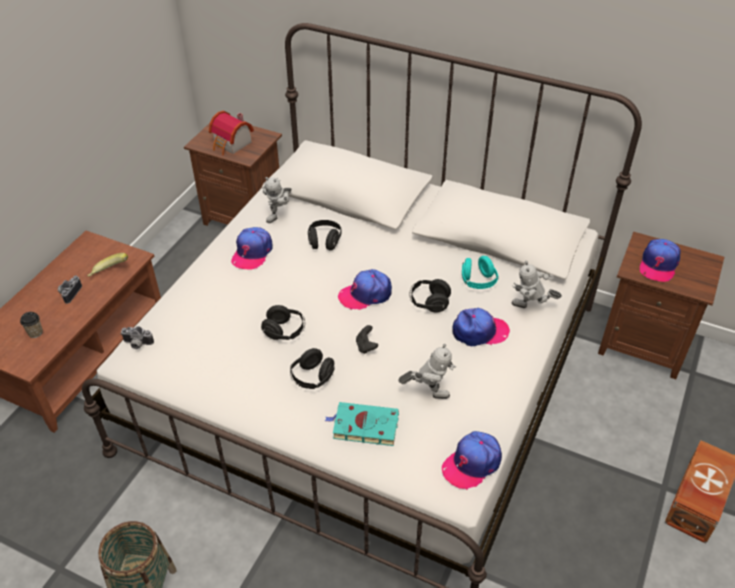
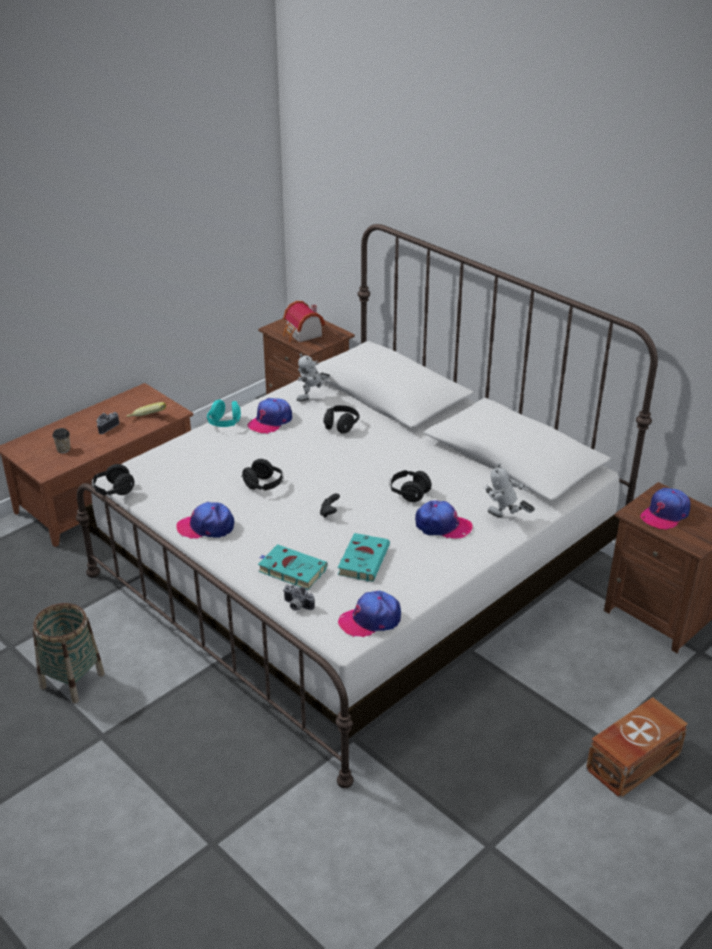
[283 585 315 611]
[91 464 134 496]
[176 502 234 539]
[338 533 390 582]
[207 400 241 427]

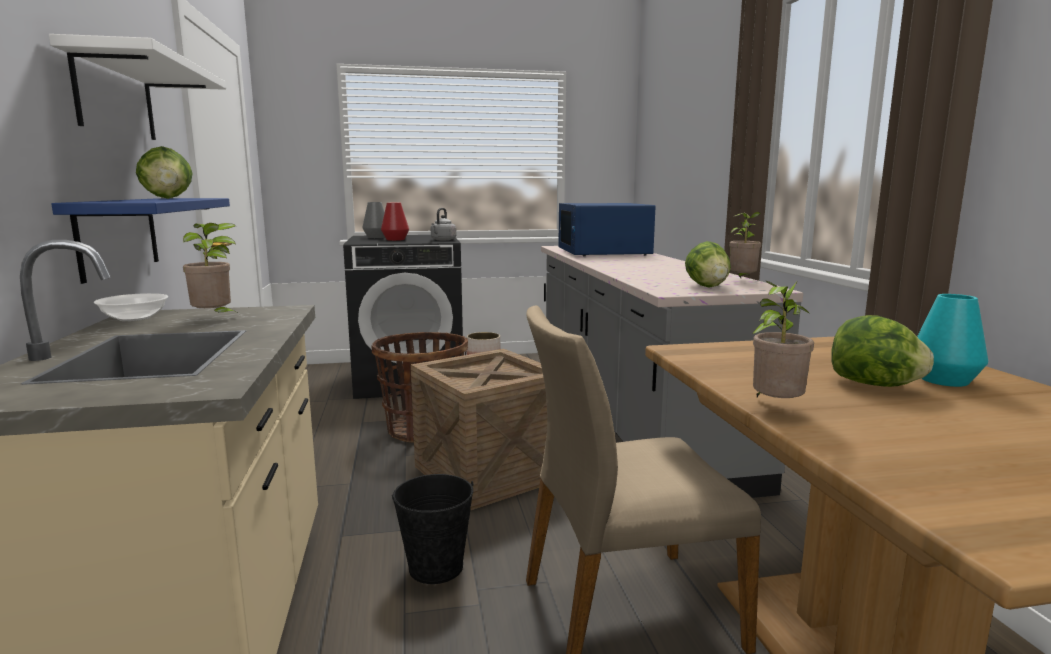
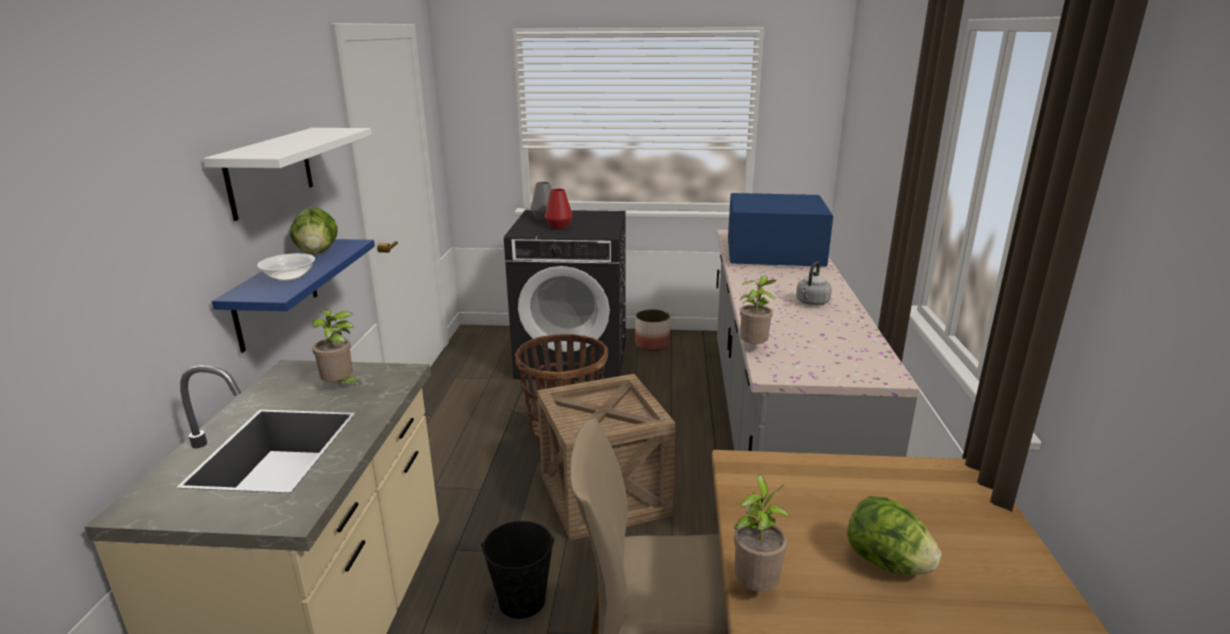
[257 253 315 281]
[796 261 832 305]
[728 193 833 267]
[685 241 731 288] (first image)
[740 275 776 344]
[917 294 988 387] (first image)

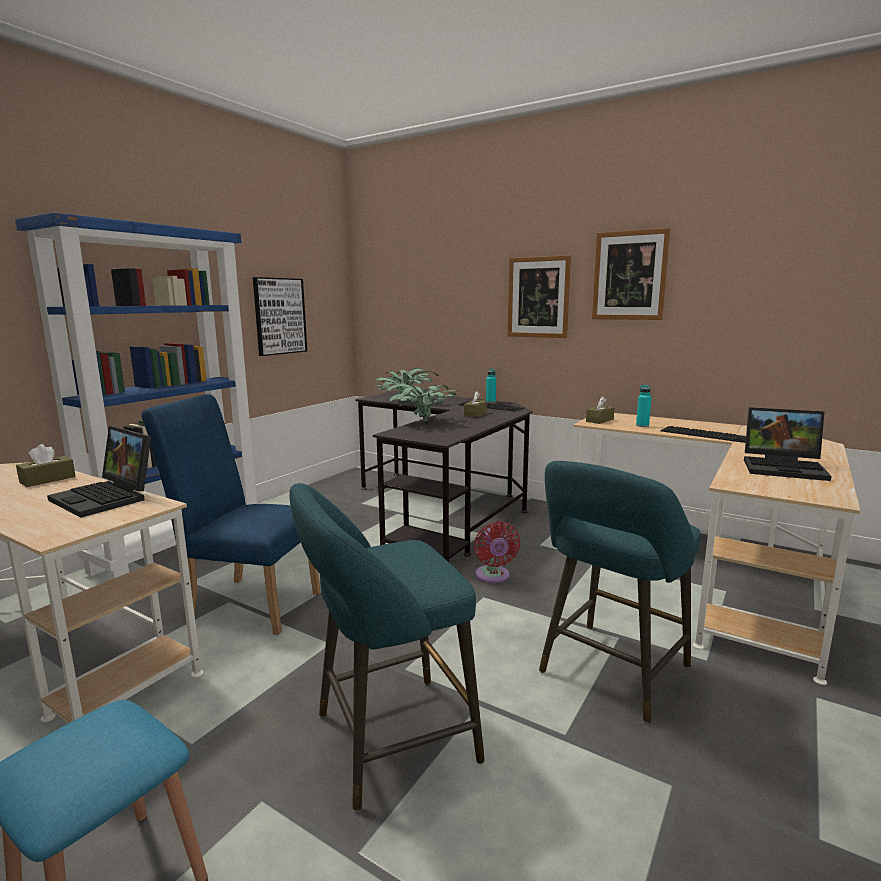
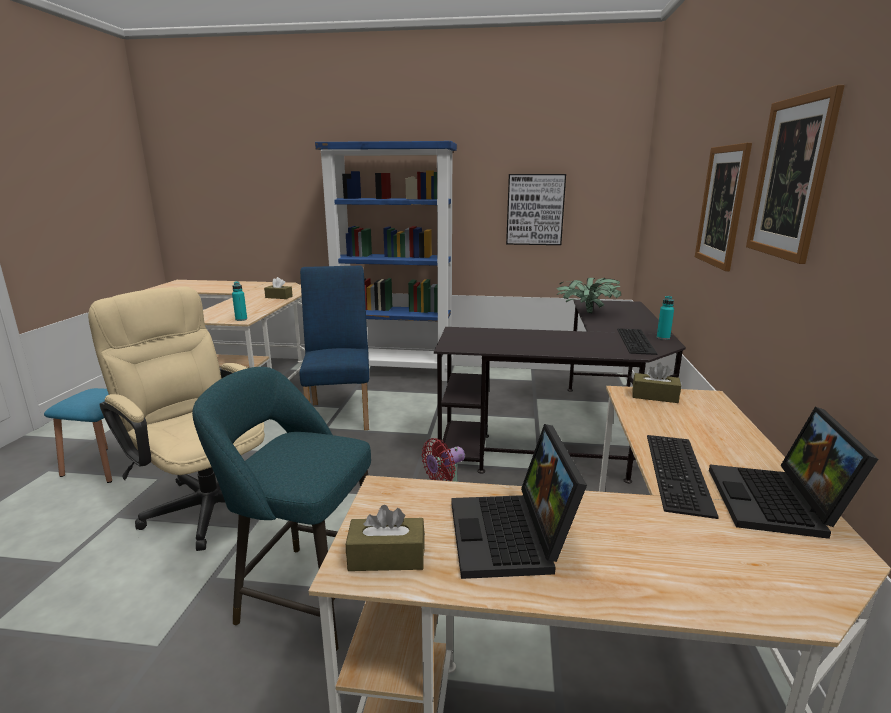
[709 407 878 539]
[88 287 265 551]
[386 384 459 423] (first image)
[346 505 425 571]
[232 281 247 321]

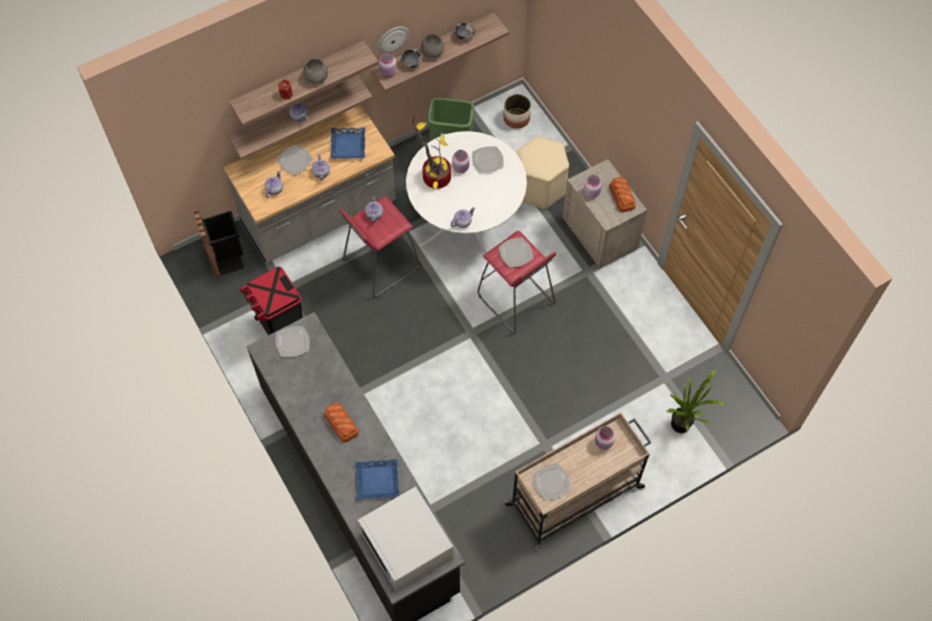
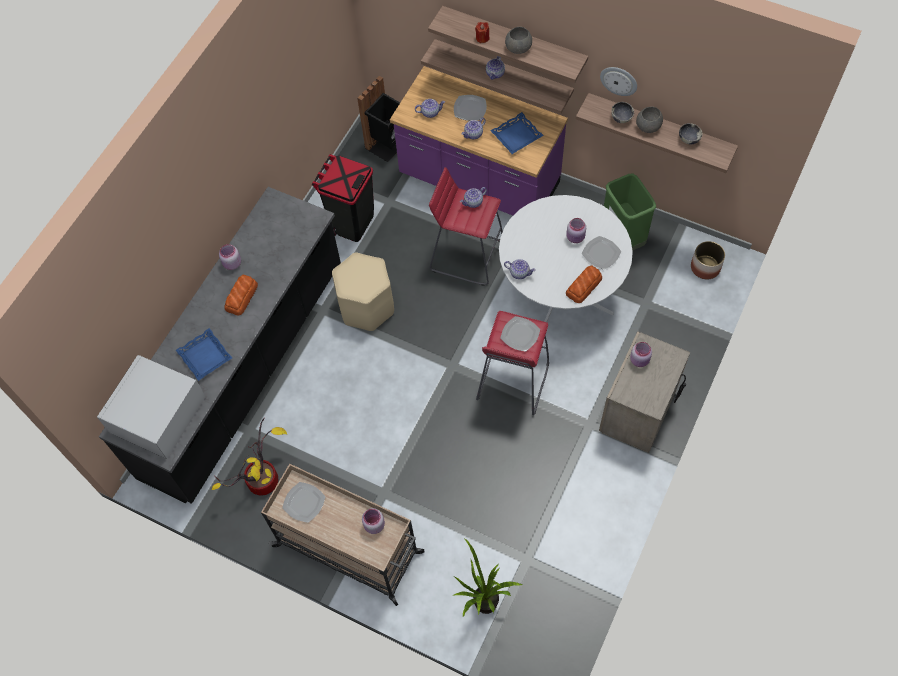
[390 66 568 215]
[275 326 310 357] (first image)
[219 244 241 270]
[211 418 287 496]
[332 252 394 331]
[566 265 602 303]

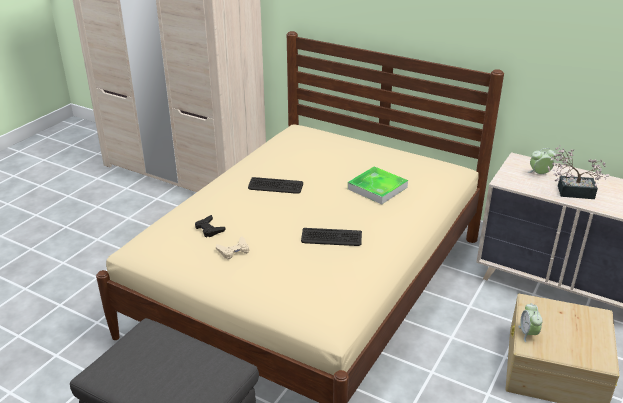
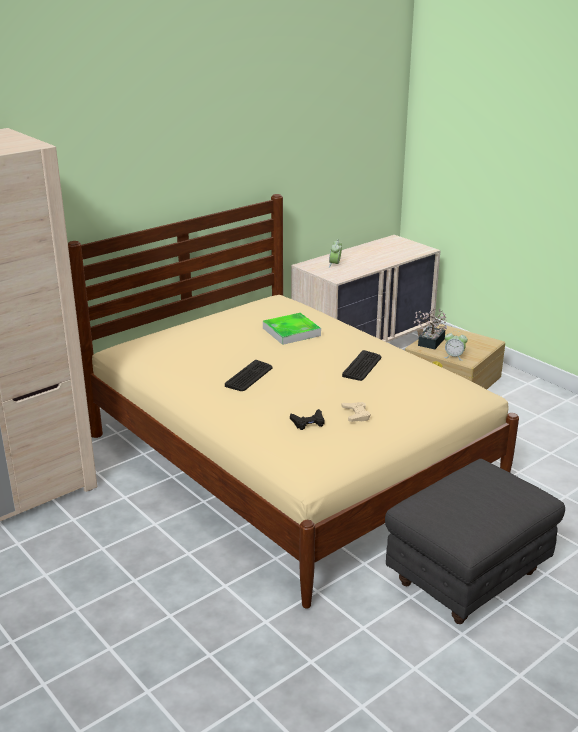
[413 309 447 350]

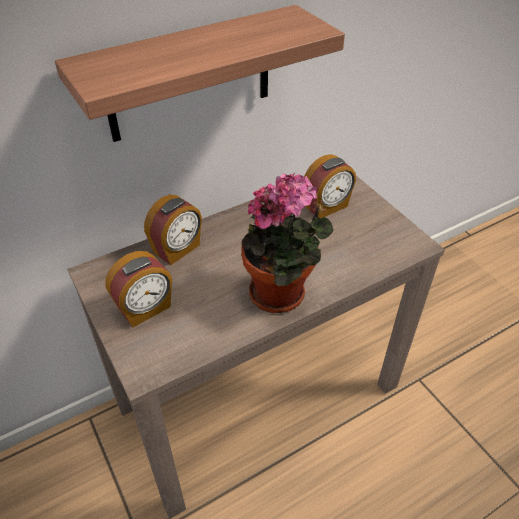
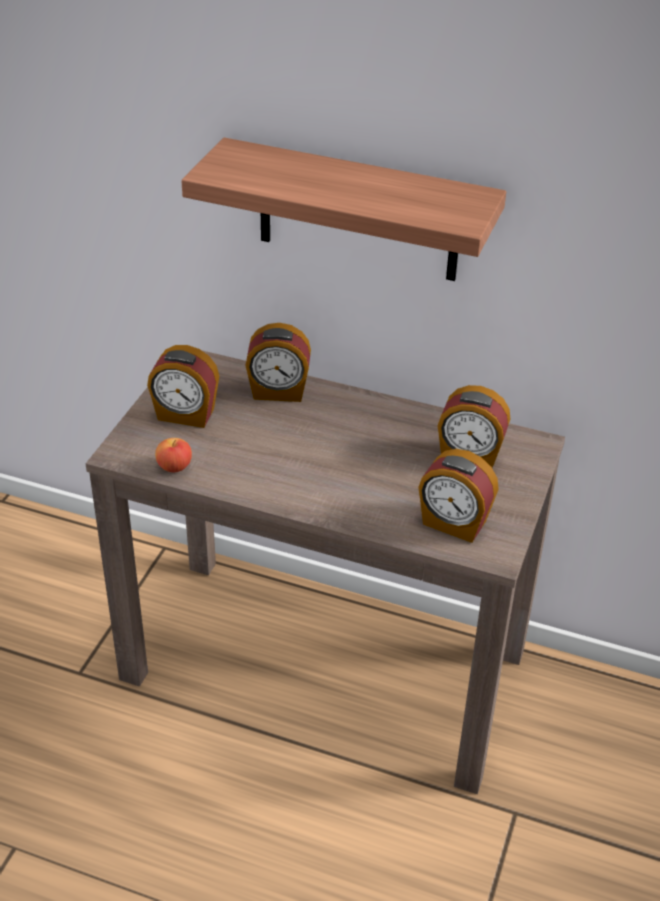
[241 173 334 313] (first image)
[155 438 192 472]
[418 449 499 543]

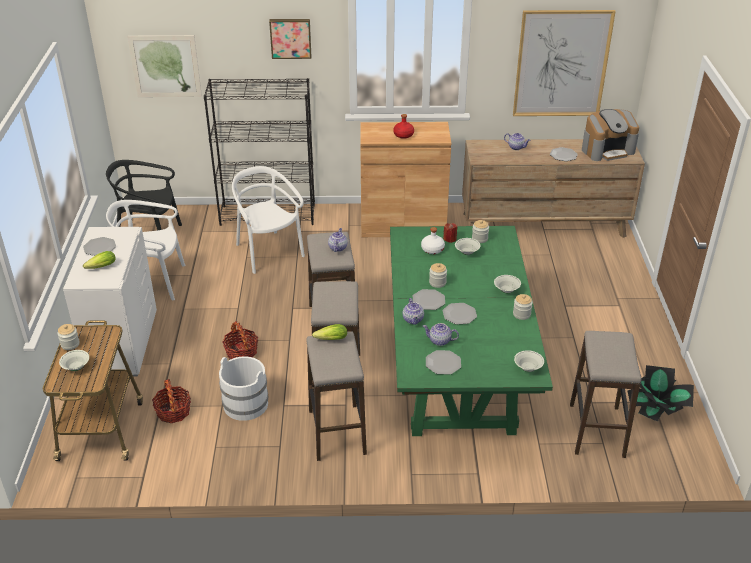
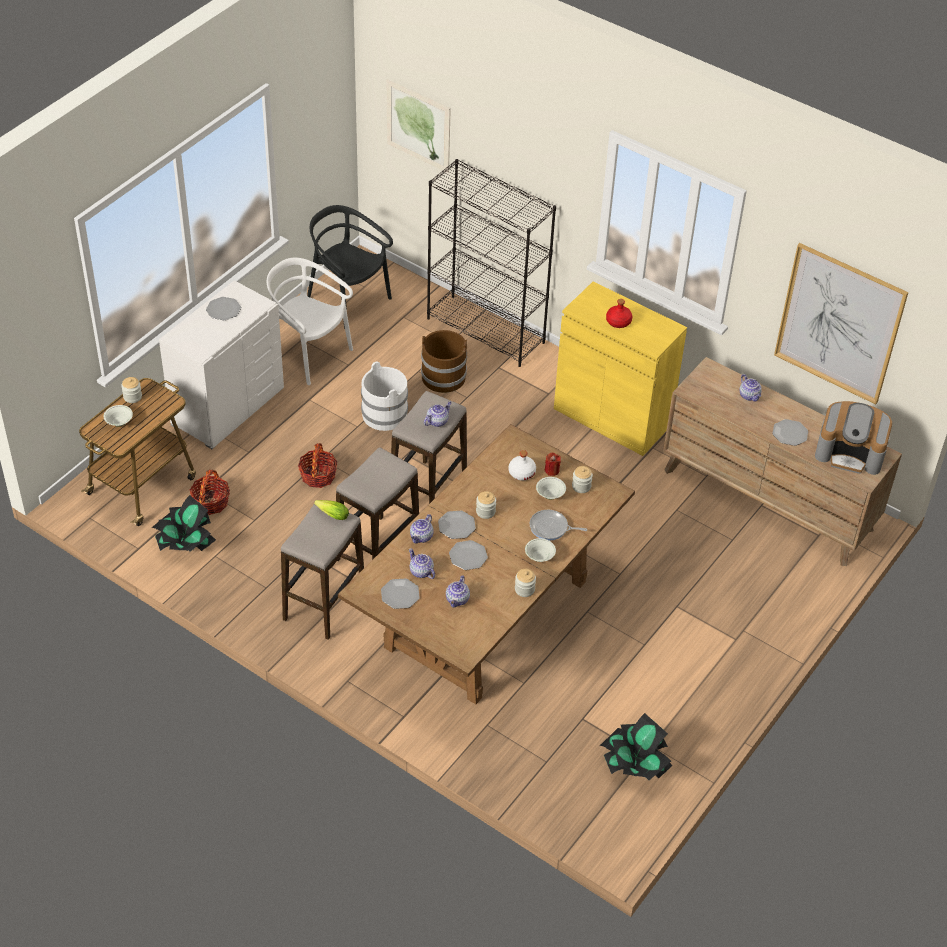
[83 251 116 269] (first image)
[361 361 408 431]
[421 330 467 393]
[269 19 311 59] (first image)
[554 281 687 456]
[338 424 635 704]
[514 350 544 372] (first image)
[570 331 642 458] (first image)
[152 495 216 552]
[446 575 470 608]
[530 510 587 541]

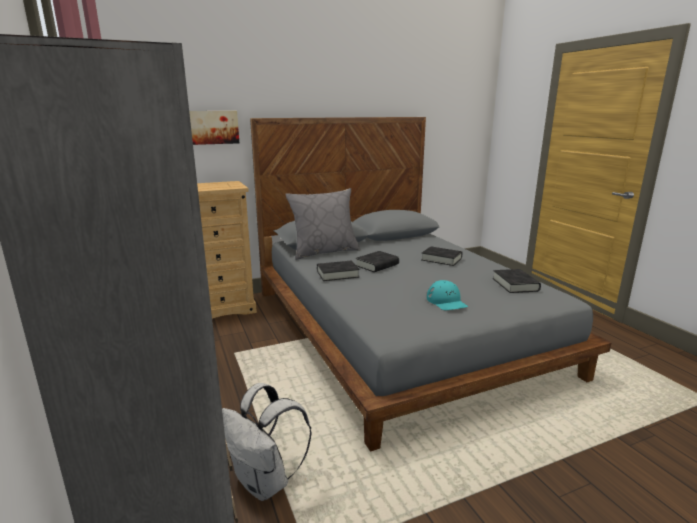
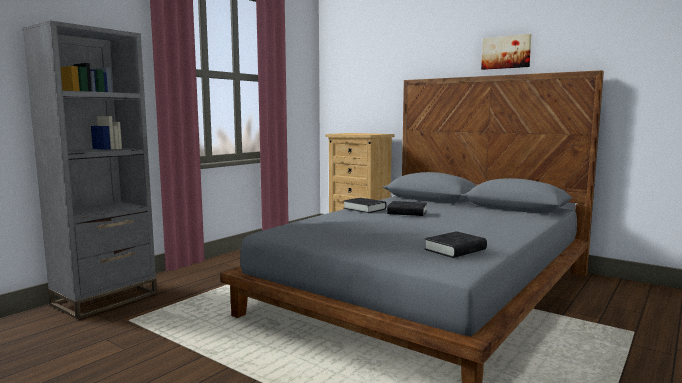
[481 34 531 70]
[222 383 312 501] (first image)
[285 188 361 260] (first image)
[421 247 462 266] (first image)
[427 280 468 310] (first image)

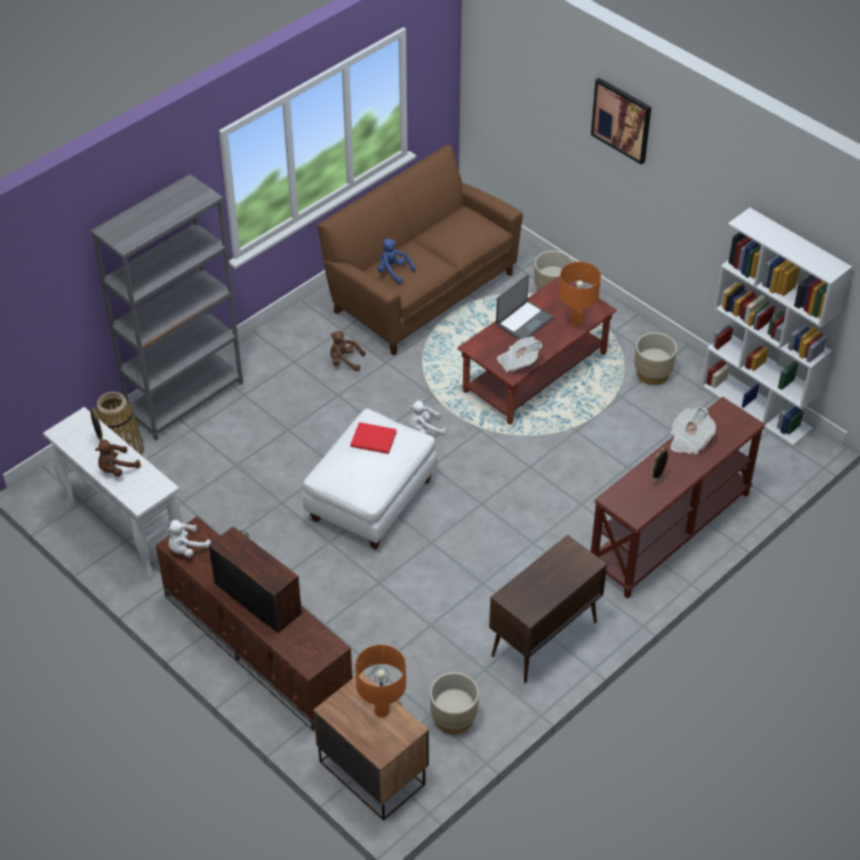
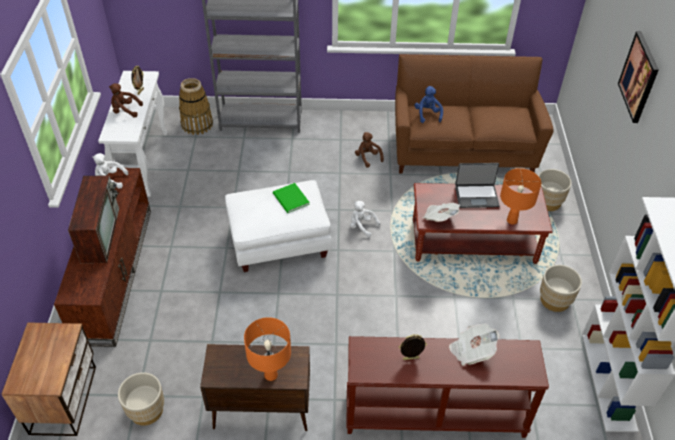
[273 183 310 213]
[244 317 291 381]

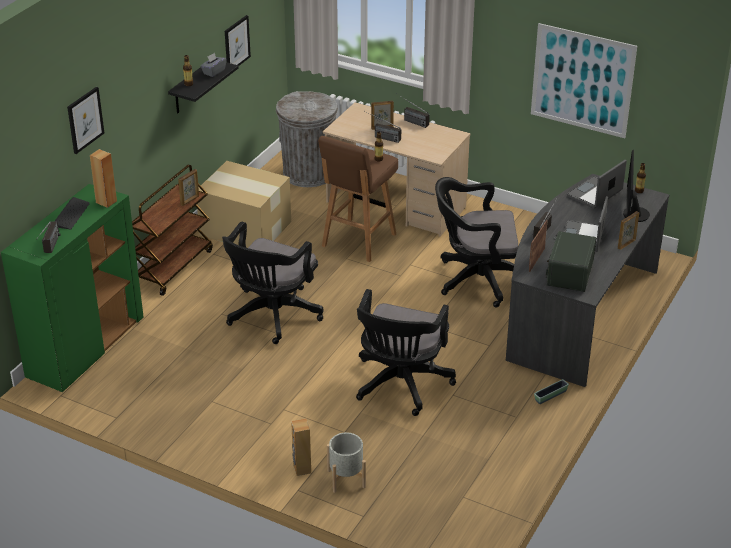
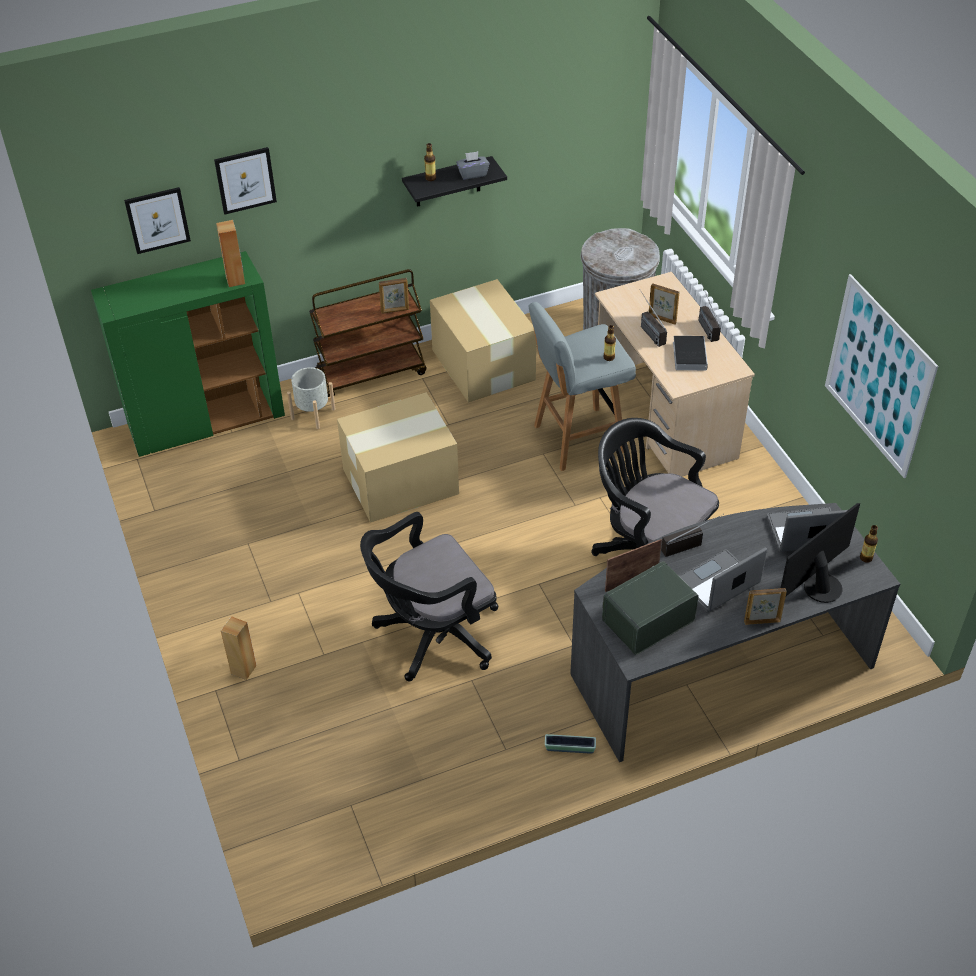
[36 221 61 253] (first image)
[54 197 90 229] (first image)
[337 392 459 523]
[124 187 191 254]
[528 302 636 471]
[287 367 336 429]
[673 336 708 370]

